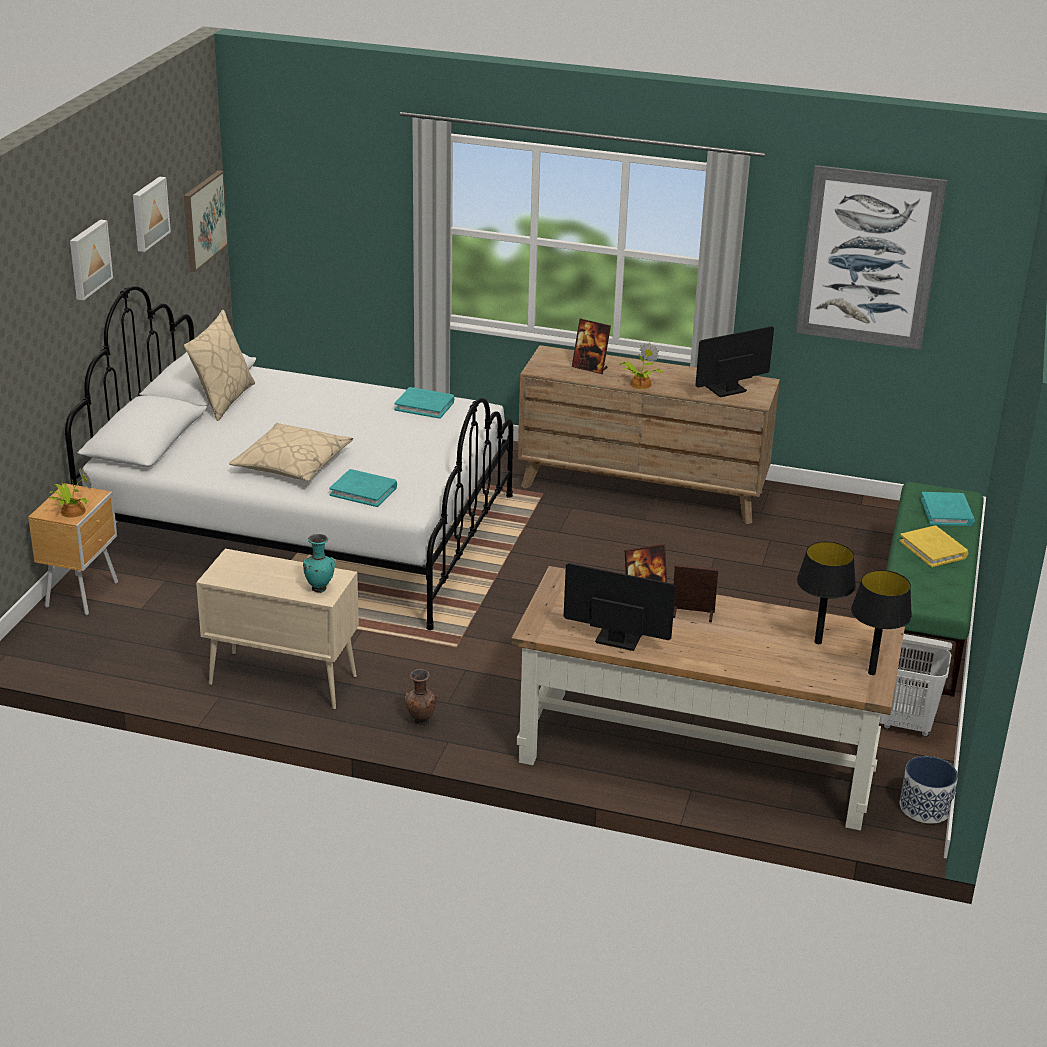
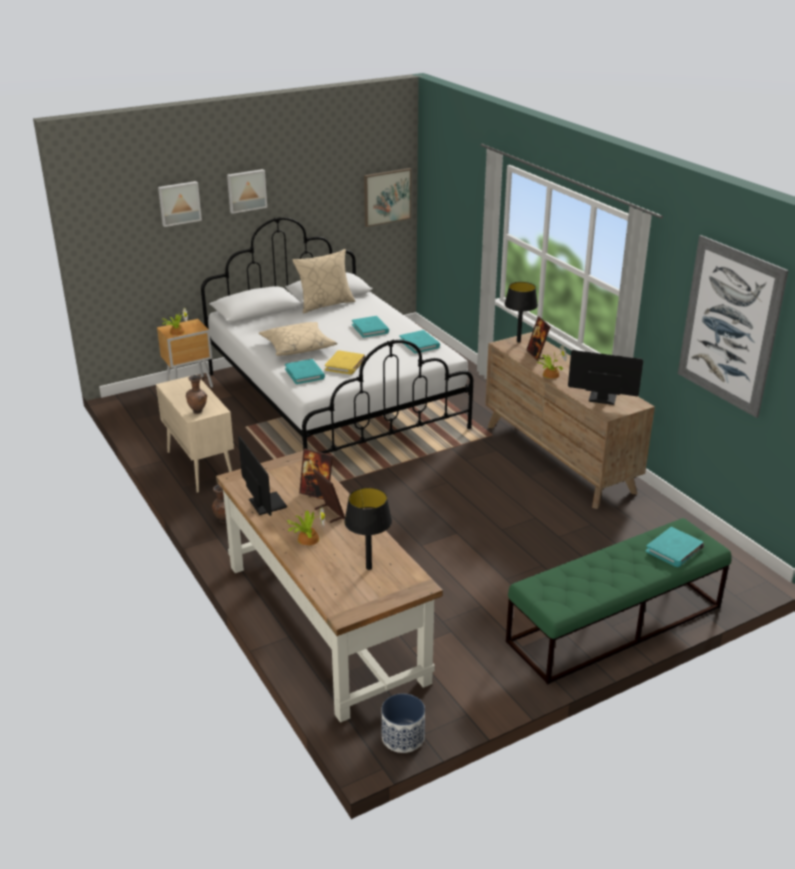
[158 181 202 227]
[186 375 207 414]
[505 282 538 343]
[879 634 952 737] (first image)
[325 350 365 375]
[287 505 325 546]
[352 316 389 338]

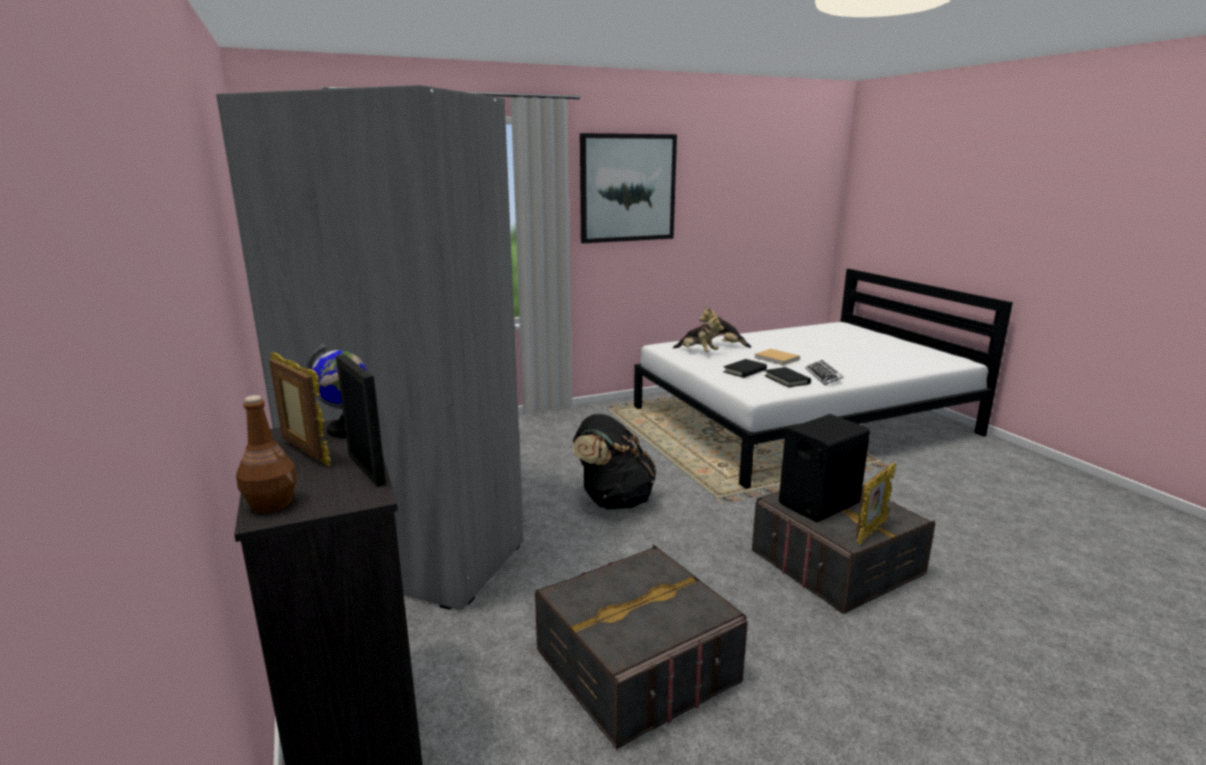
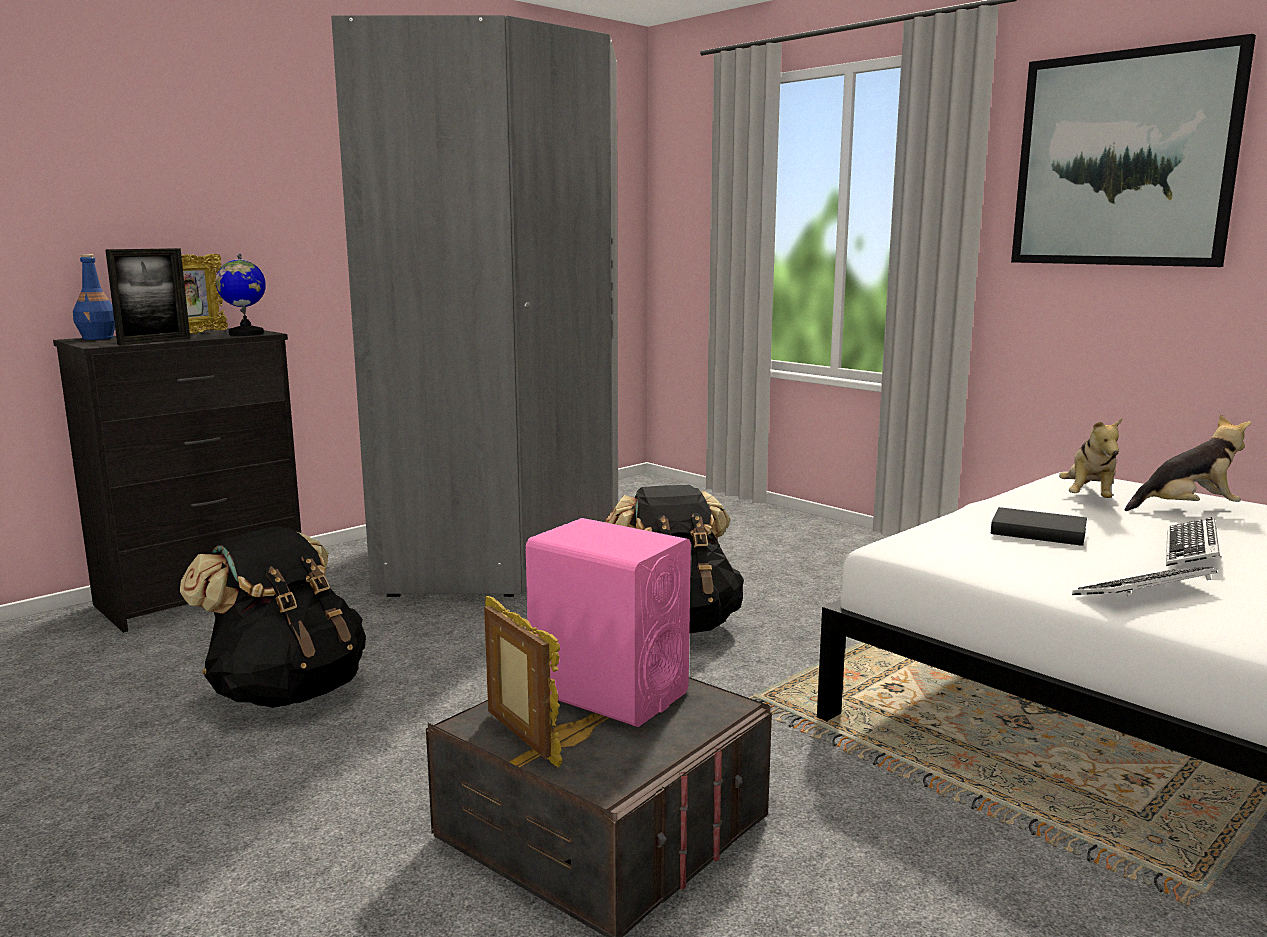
[73 254 115 340]
[180 526 366 708]
[1125 414 1252 511]
[1166 517 1221 566]
[764 367 811 387] (first image)
[525 518 691 727]
[484 596 562 768]

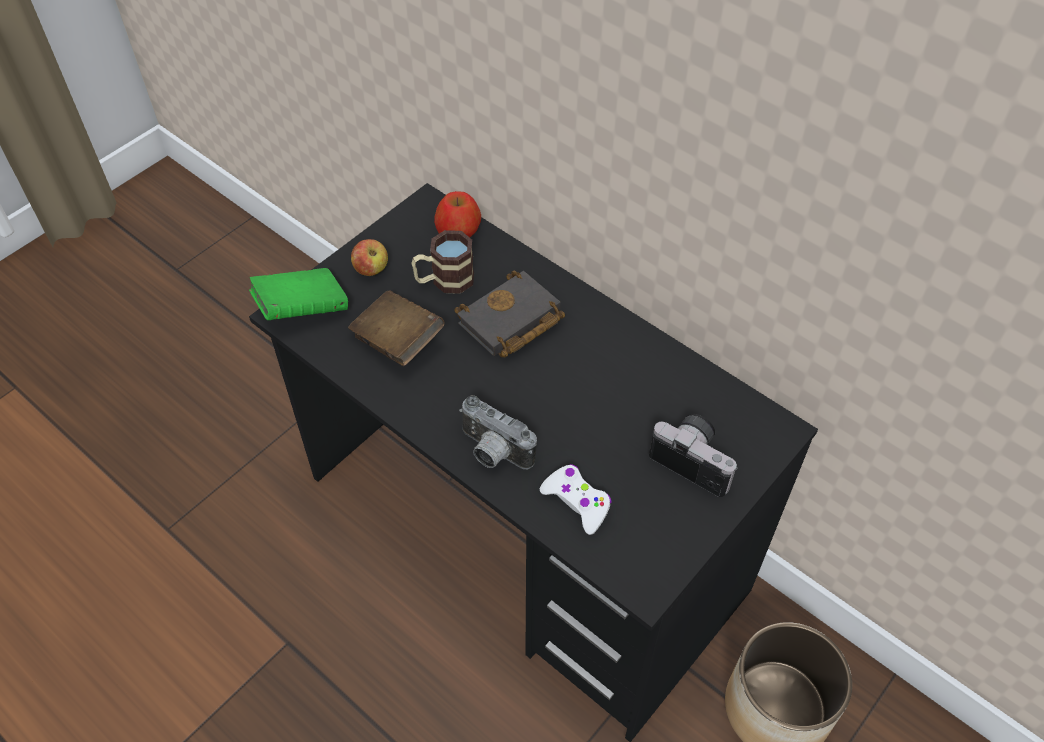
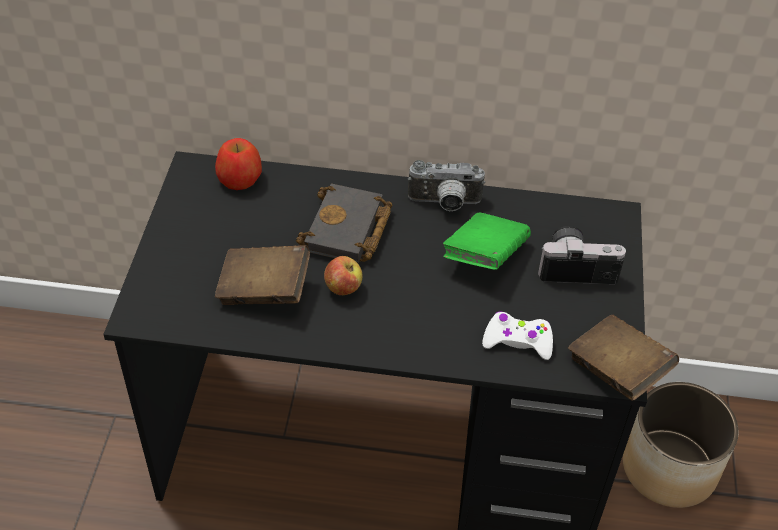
[443 212 531 270]
[324 256 362 295]
[412 230 474 294] (first image)
[408 160 485 211]
[568 315 679 401]

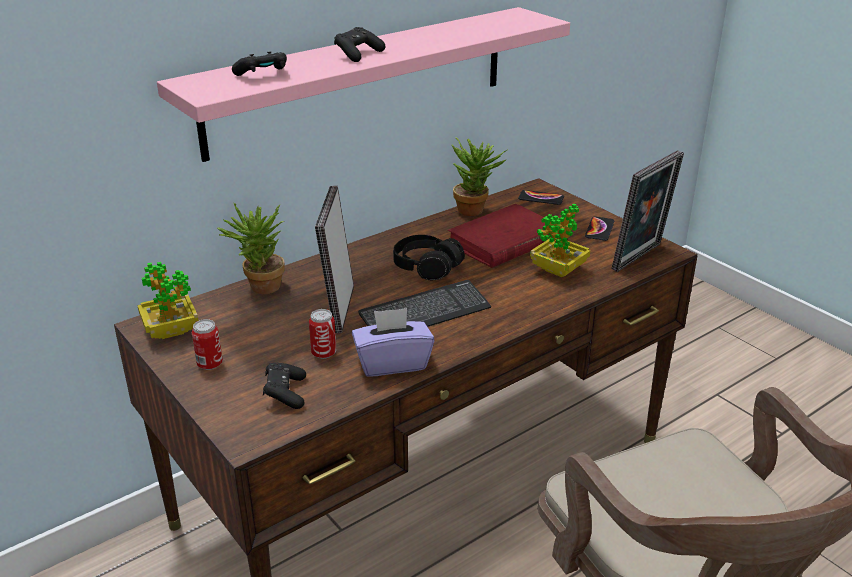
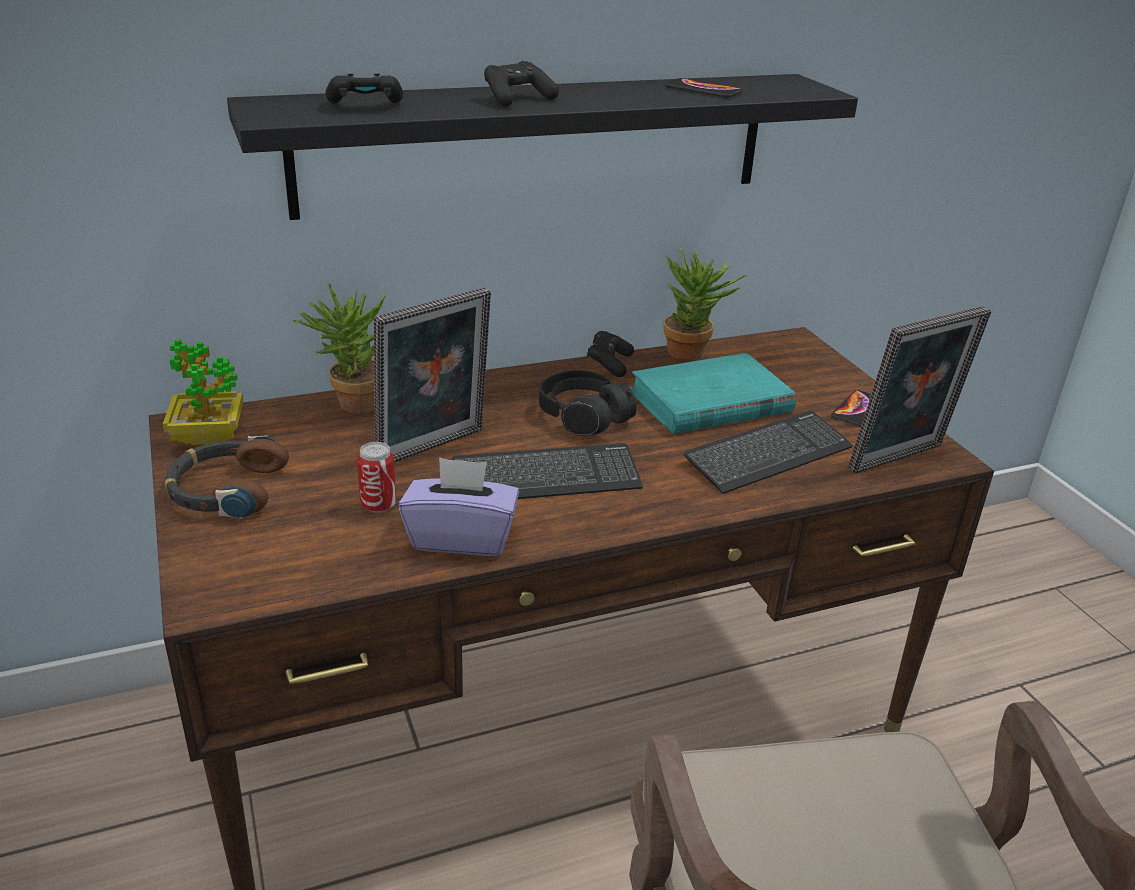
[227 74 858 220]
[165 435 289 519]
[586 331 634 377]
[374 287 491 462]
[630 353 796 434]
[665 78 743 98]
[684 411 853 494]

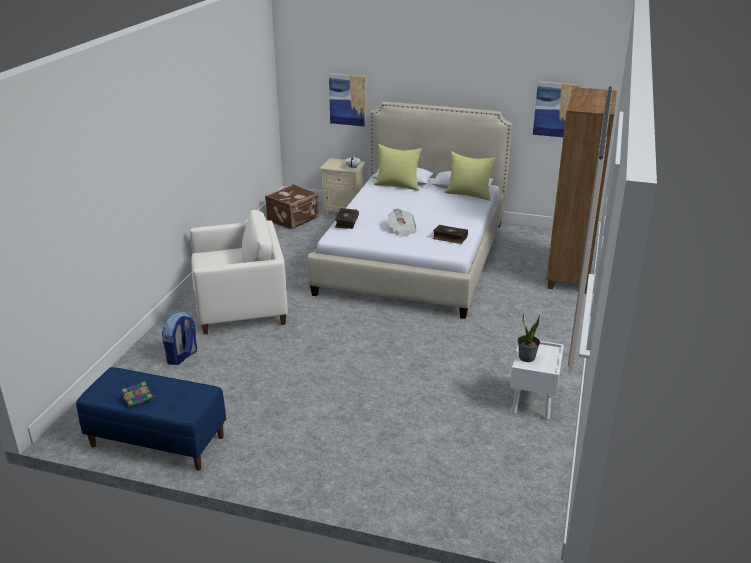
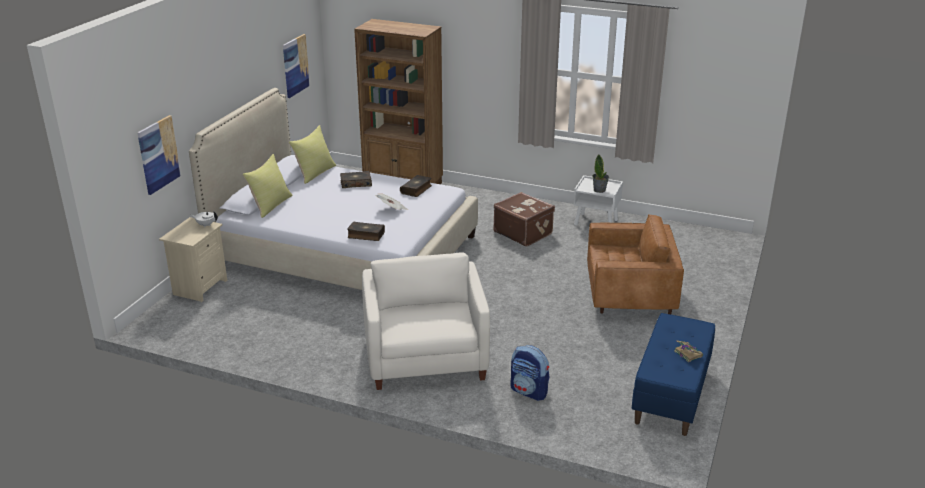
[493 192 555 246]
[340 171 372 188]
[587 214 684 314]

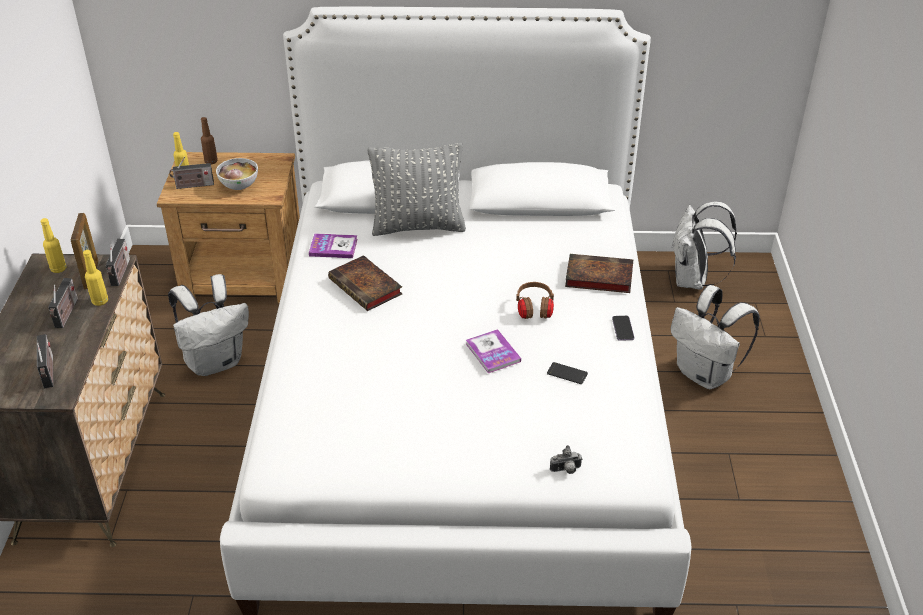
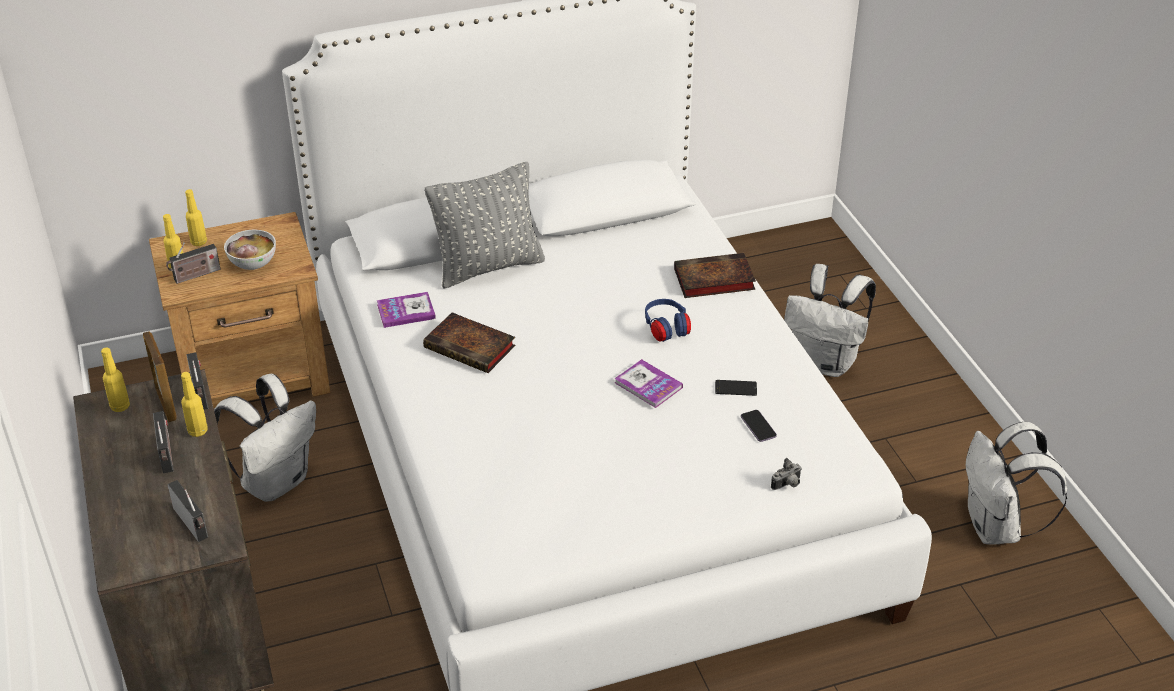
[185 189 207 246]
[645 299 691 342]
[741 410 777 442]
[966 422 1067 545]

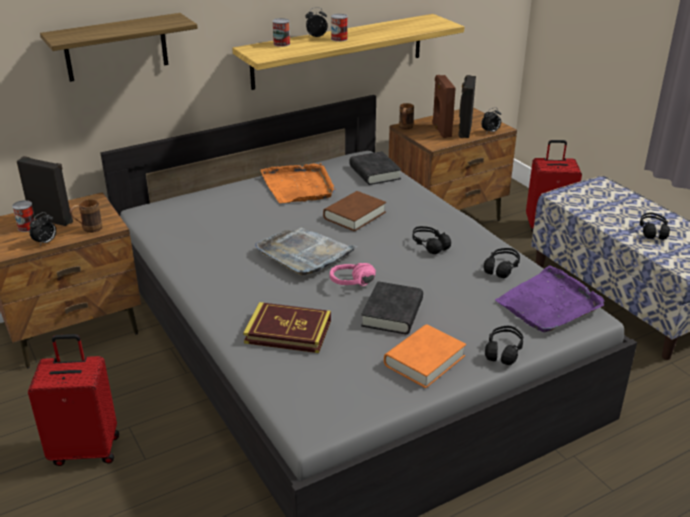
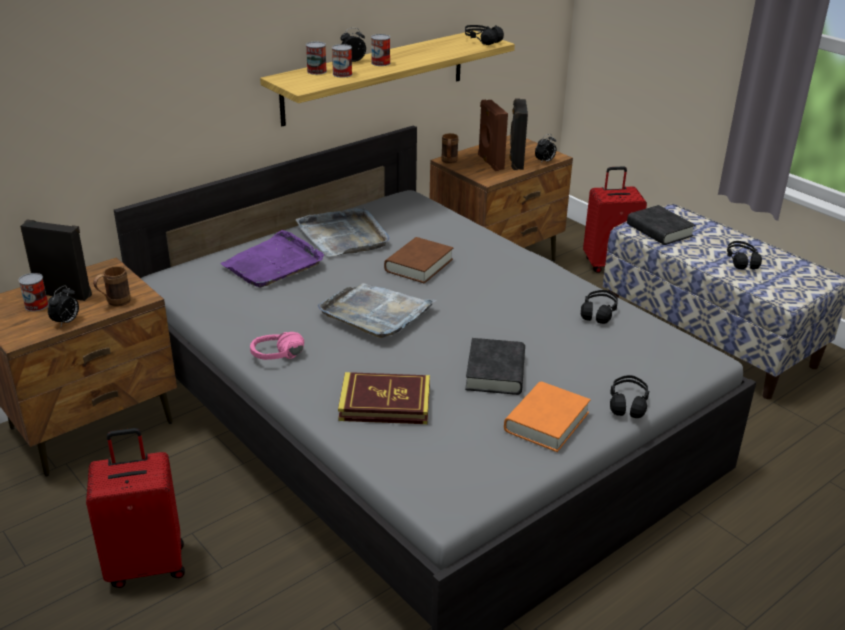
[40 13 198 82] (first image)
[296 208 390 257]
[250 332 304 360]
[627 205 695 245]
[465 25 504 45]
[220 230 324 288]
[332 44 352 78]

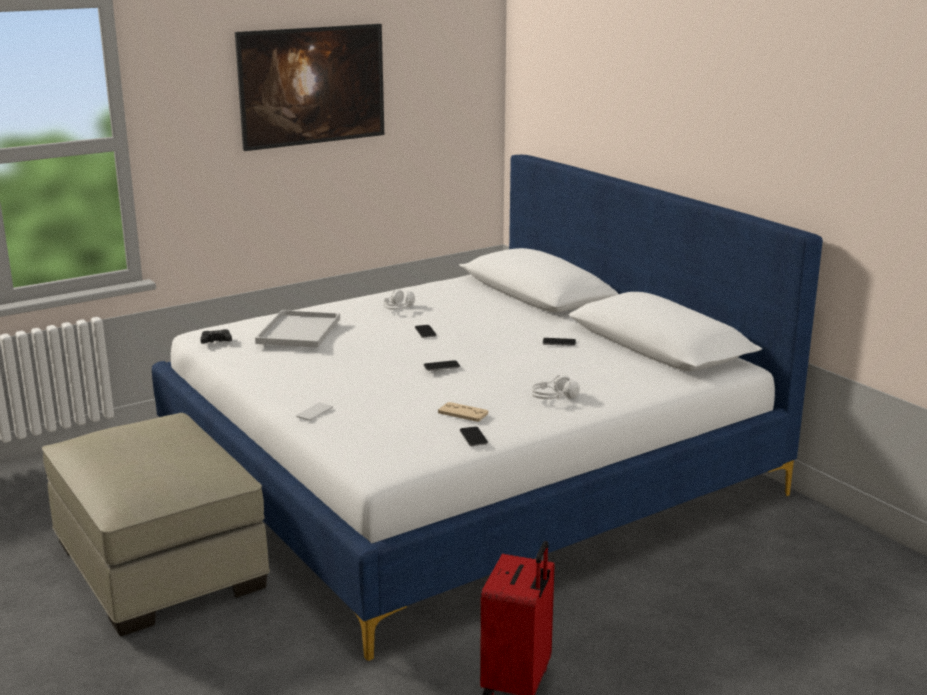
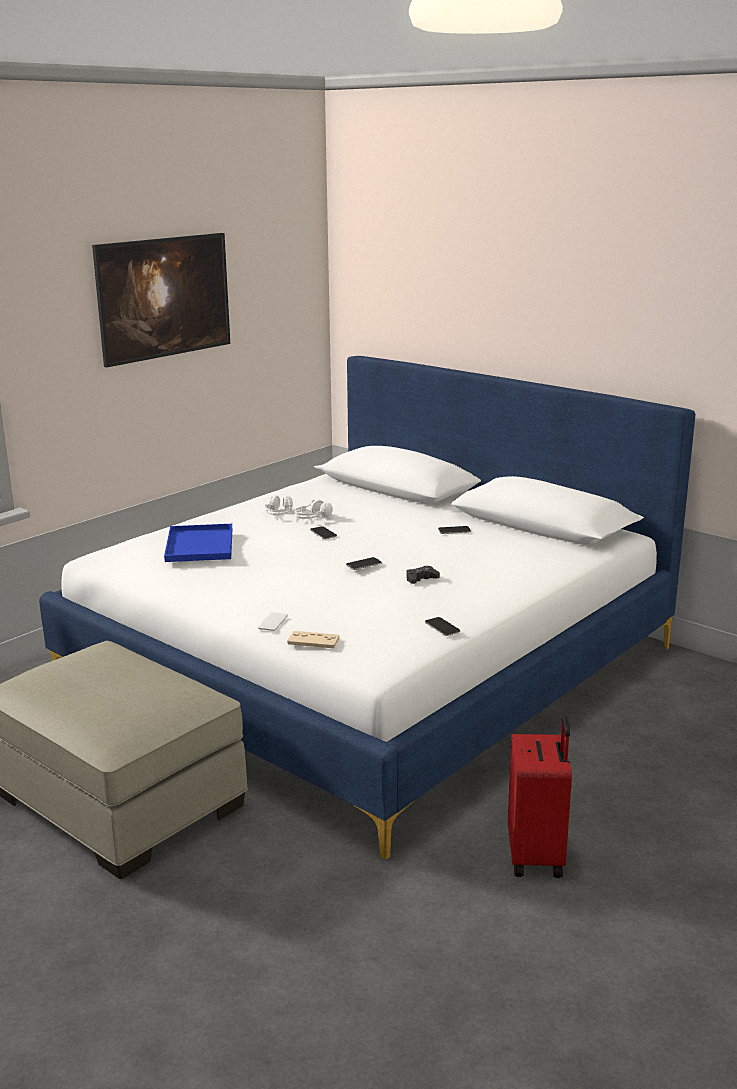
[406 566 440 584]
[164 524 232 562]
[287 631 339 648]
[295 499 333 519]

